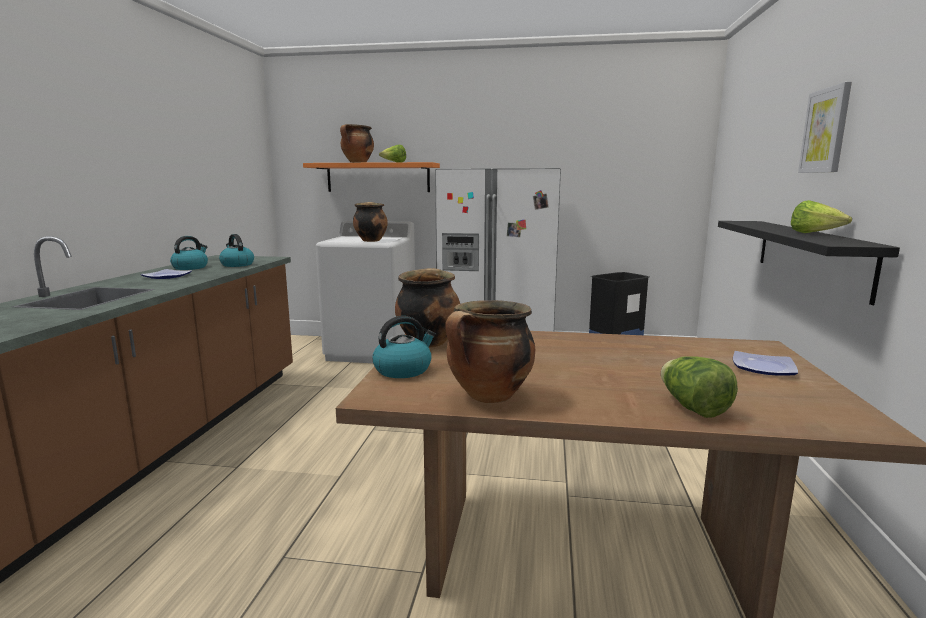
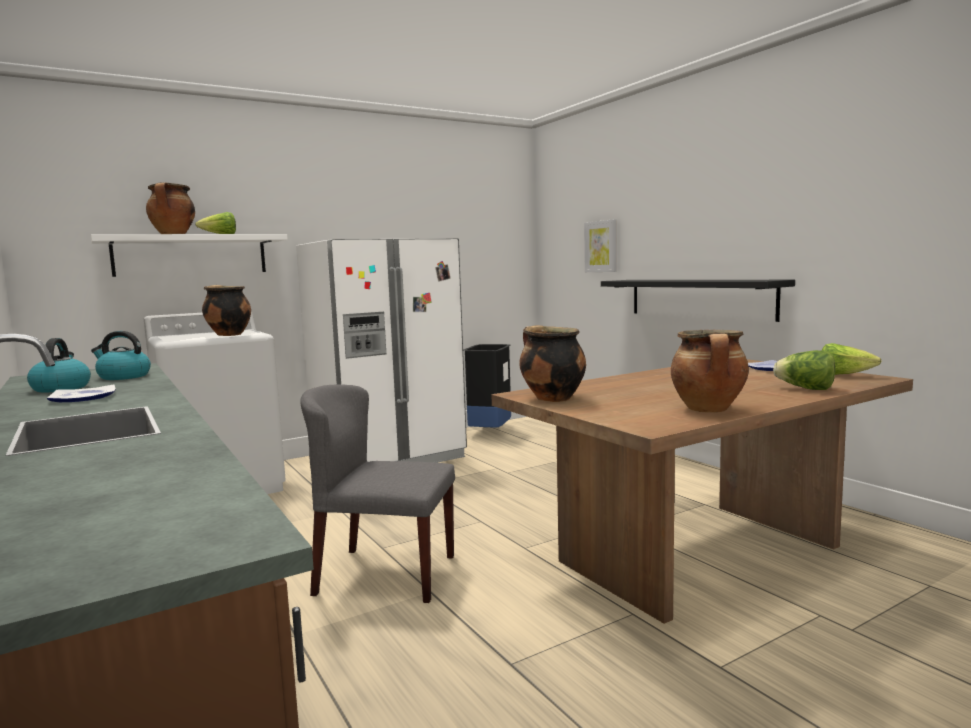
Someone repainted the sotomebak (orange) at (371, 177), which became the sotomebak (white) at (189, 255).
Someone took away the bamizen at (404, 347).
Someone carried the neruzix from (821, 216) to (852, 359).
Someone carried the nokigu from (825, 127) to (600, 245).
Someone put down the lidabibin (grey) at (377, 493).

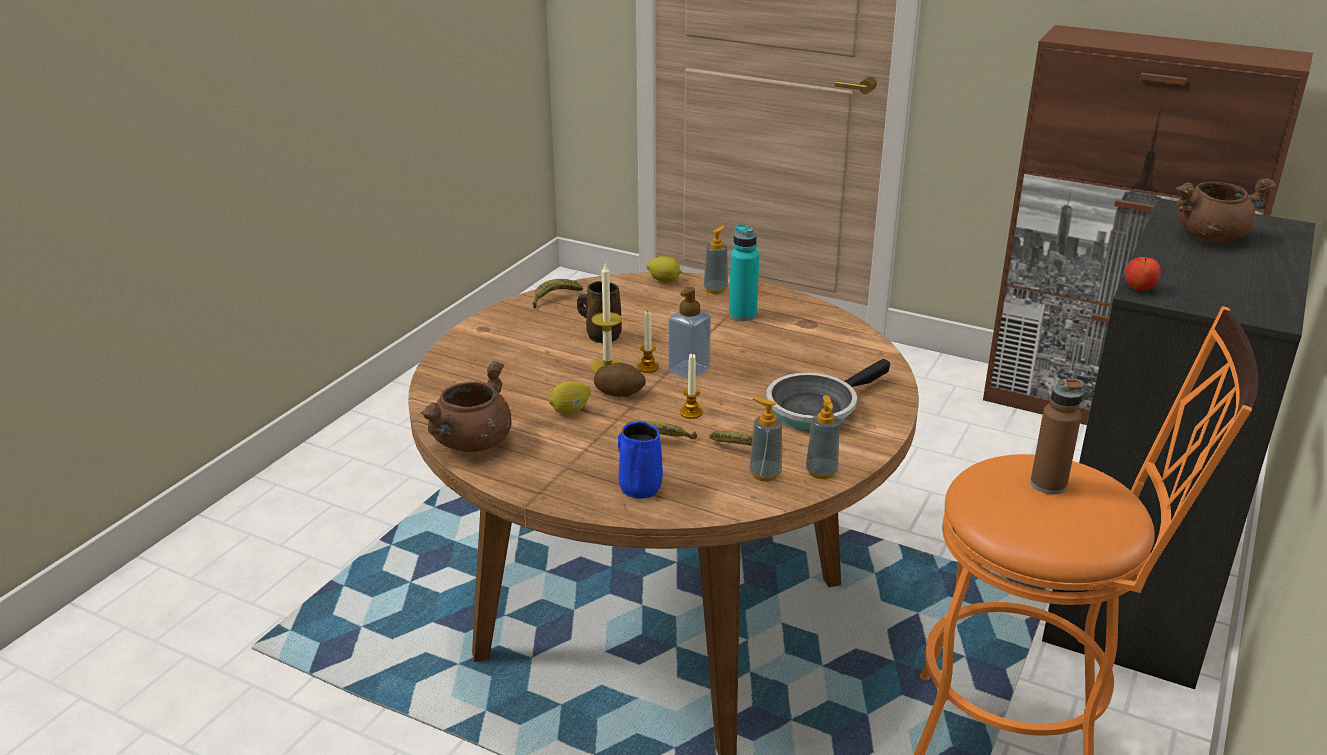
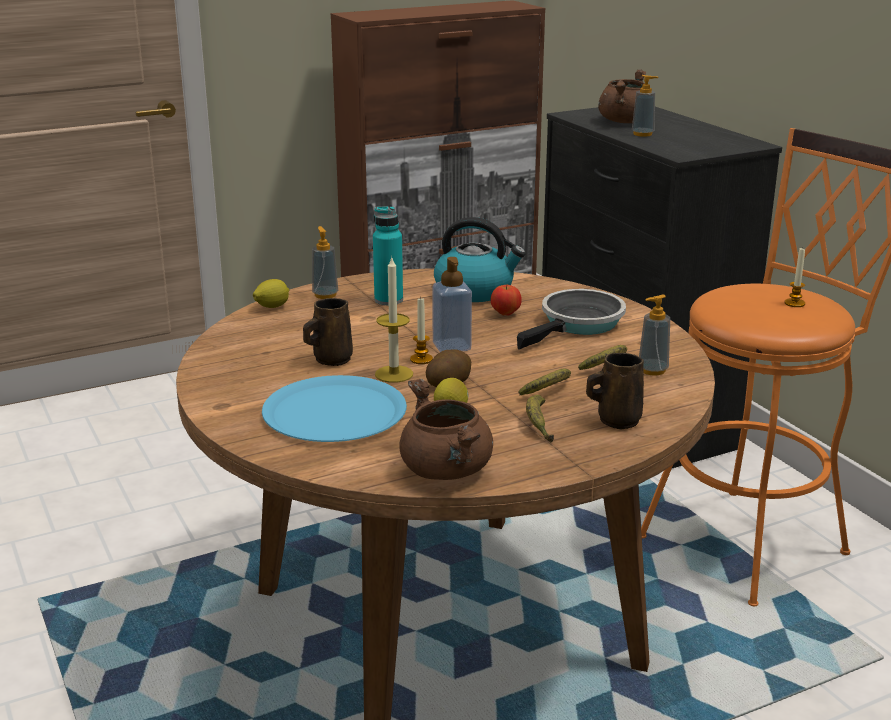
Someone carried the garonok from (558, 294) to (540, 419).
Someone repainted the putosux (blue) at (640, 459), which became the putosux (brown) at (615, 391).
Someone carried the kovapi from (691, 386) to (794, 277).
Someone rotated the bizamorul at (828, 394) by 135 degrees counterclockwise.
Someone carried the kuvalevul from (823, 437) to (645, 106).
Someone took away the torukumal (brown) at (1057, 436).
Someone carried the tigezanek from (1143, 274) to (506, 300).
Someone put down the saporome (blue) at (334, 408).
Someone put down the bamizen at (480, 259).

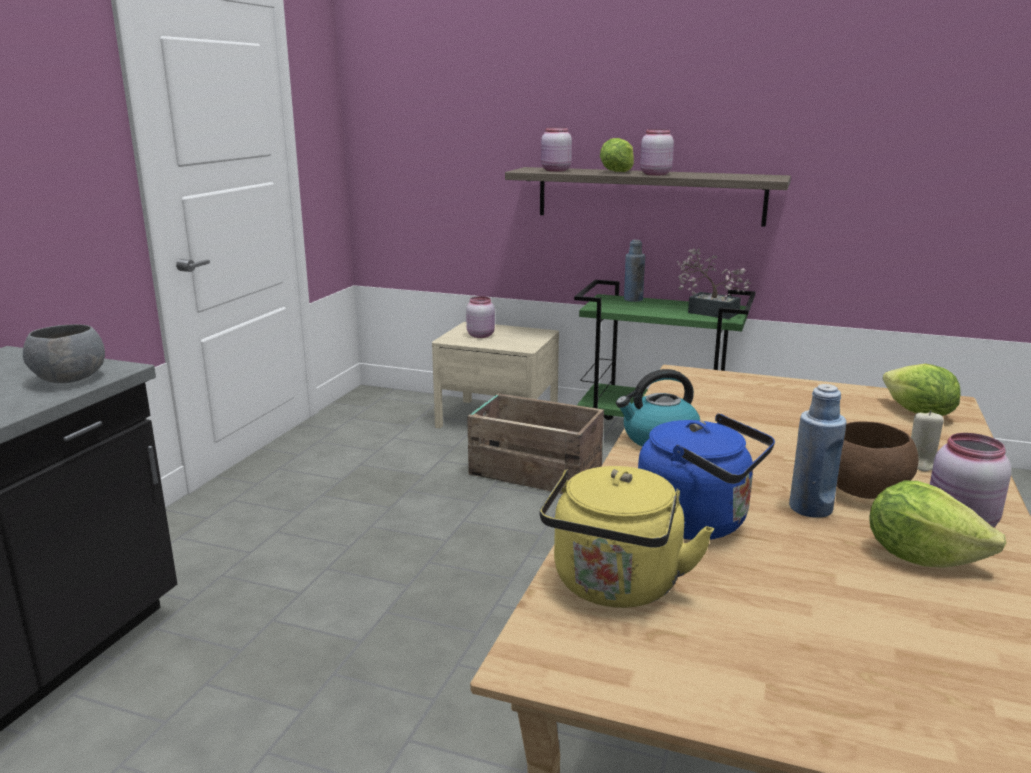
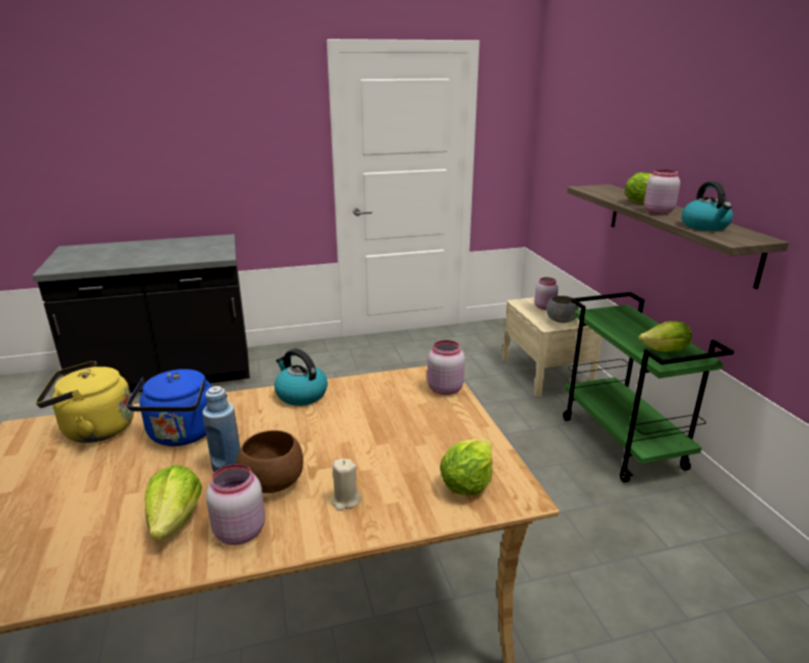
Someone carried the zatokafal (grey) from (64, 353) to (563, 309).
Someone took away the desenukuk at (535, 443).
Someone carried the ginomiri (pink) from (556, 149) to (446, 367).
Someone took away the torukumal (blue) at (634, 271).
Someone swapped the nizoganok at (714, 284) for the neruzix at (665, 336).
Someone put down the bamizen at (707, 206).

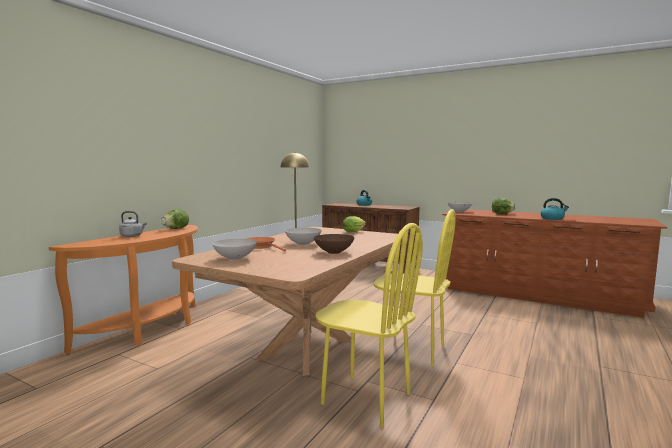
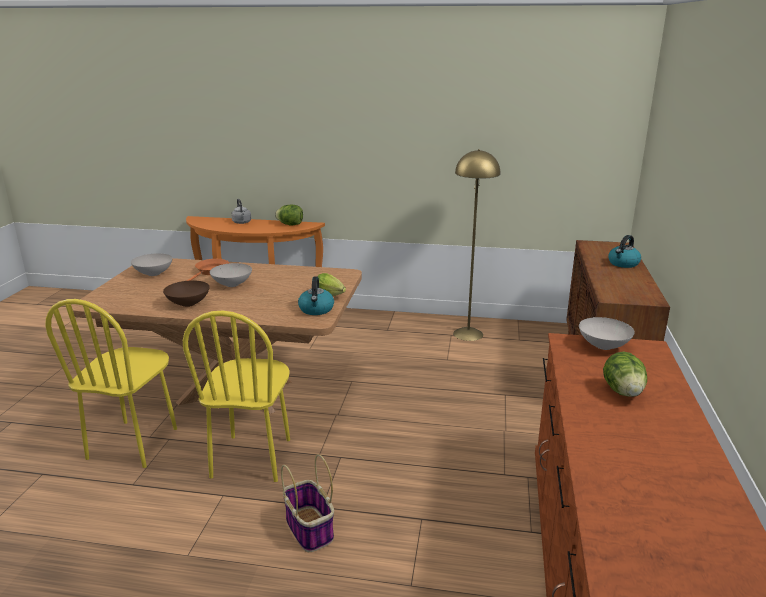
Someone carried the bamizen from (555, 209) to (316, 295).
Someone put down the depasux at (307, 503).

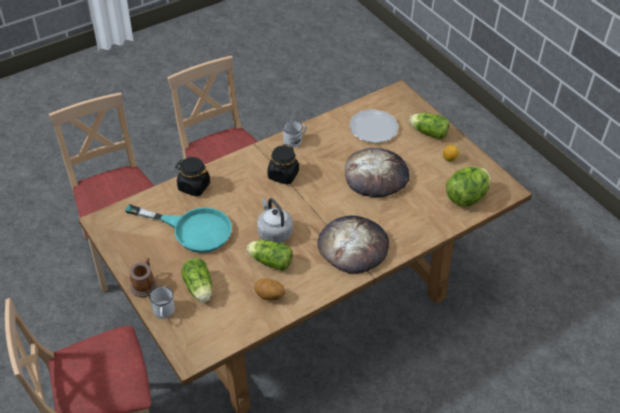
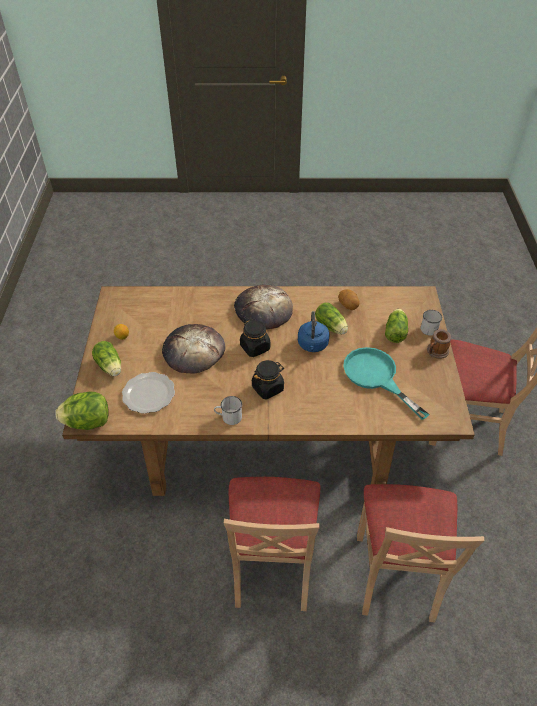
Someone carried the ginomiri (black) from (192, 177) to (255, 338).
Someone repainted the bamizen (grey) at (275, 220), which became the bamizen (blue) at (314, 331).
Someone carried the neruzix from (468, 186) to (82, 411).

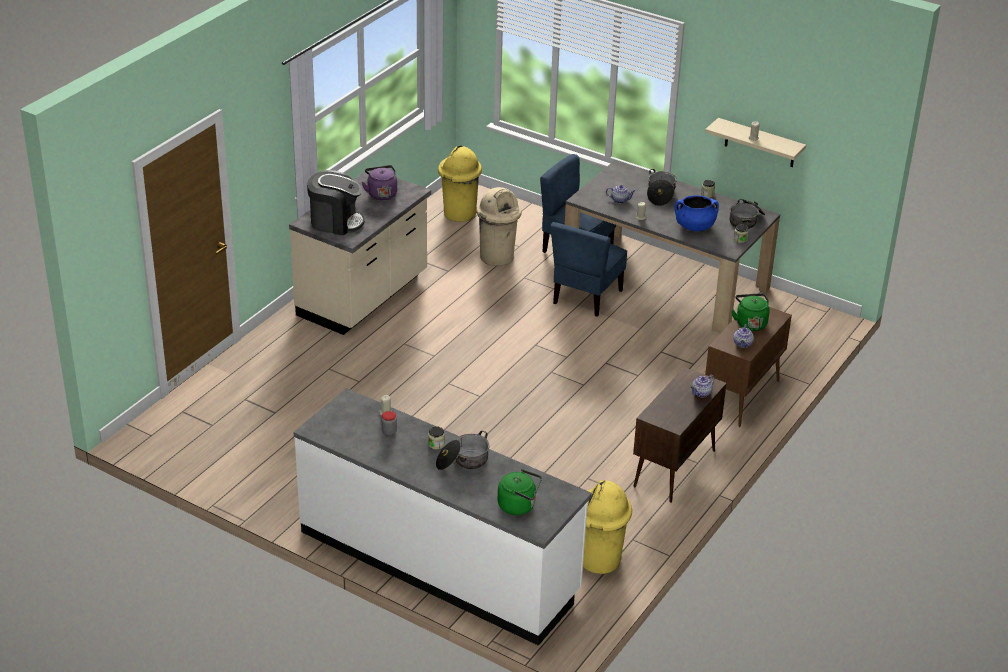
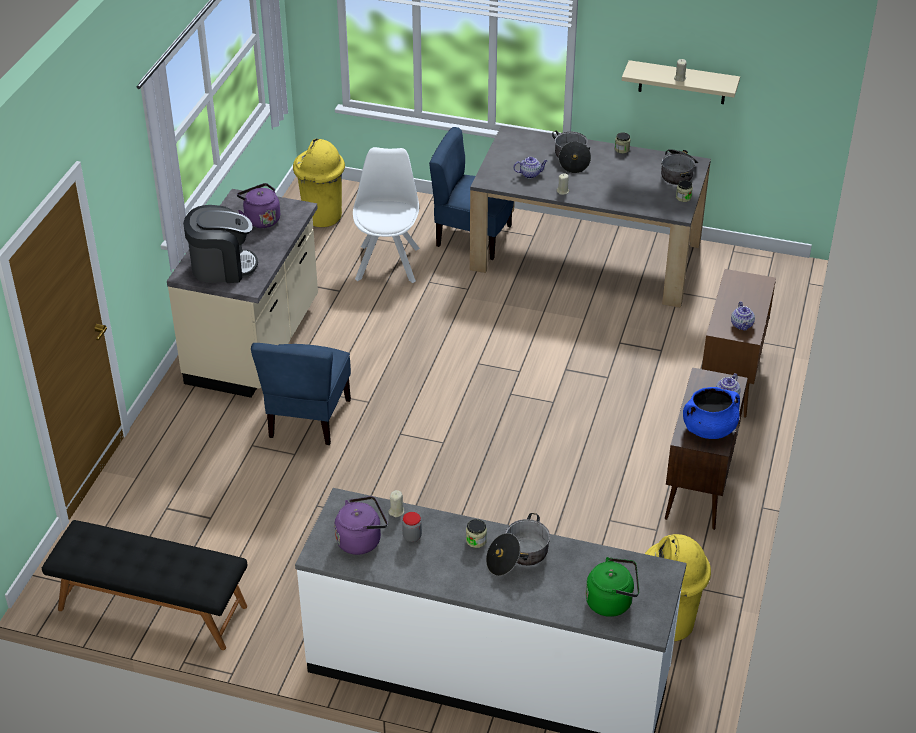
Someone swapped the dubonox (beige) at (499, 226) for the lidabibin (white) at (386, 215).
Someone carried the lidabibin (blue) from (588, 269) to (301, 394).
Someone carried the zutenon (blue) from (696, 213) to (711, 413).
Someone took away the bamizen (green) at (751, 312).
Someone put down the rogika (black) at (144, 585).
Someone put down the bamizen (purple) at (360, 525).

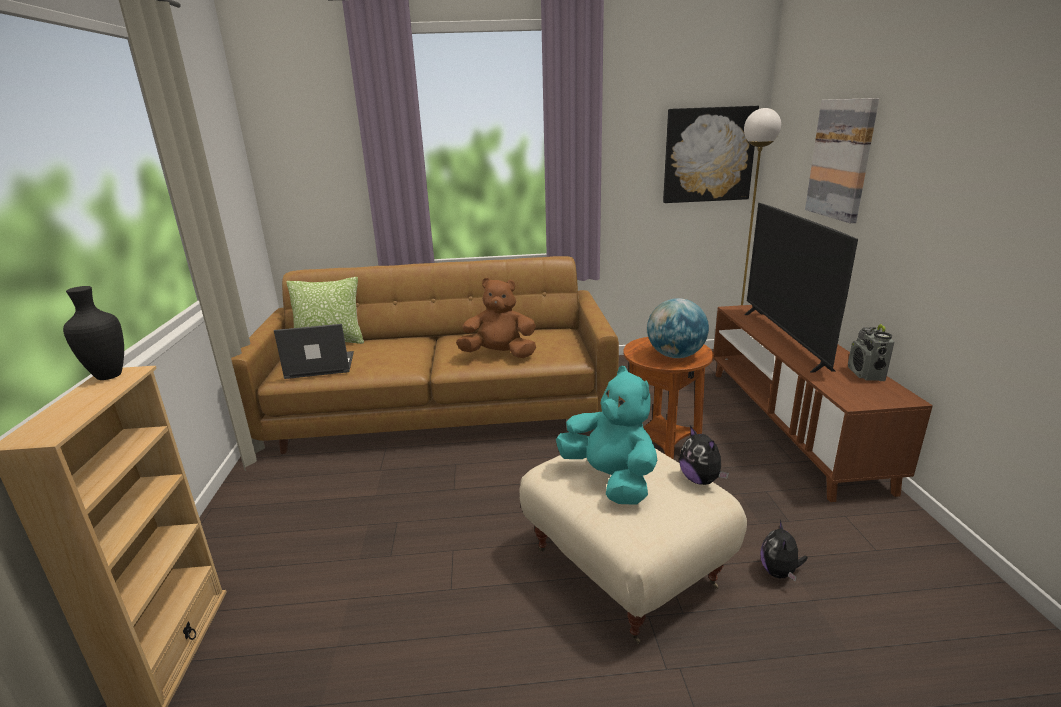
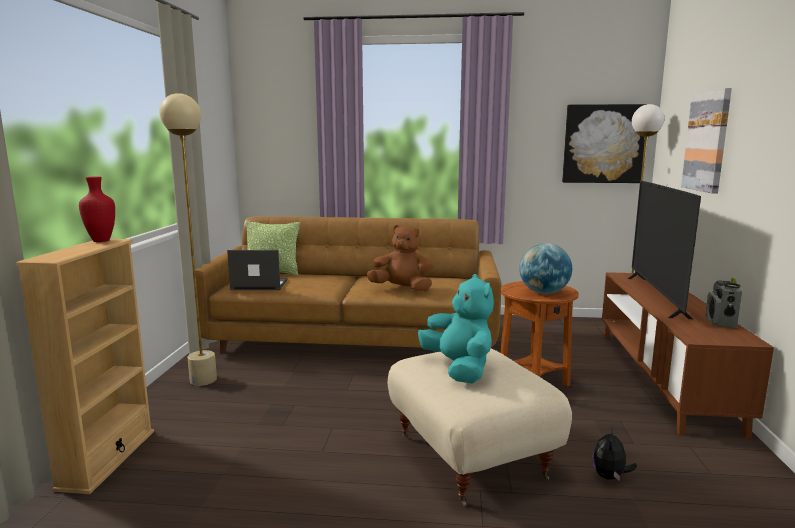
Someone repainted the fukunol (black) at (93, 333), which became the fukunol (red) at (97, 209).
Someone took away the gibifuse at (704, 455).
Someone put down the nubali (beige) at (188, 239).

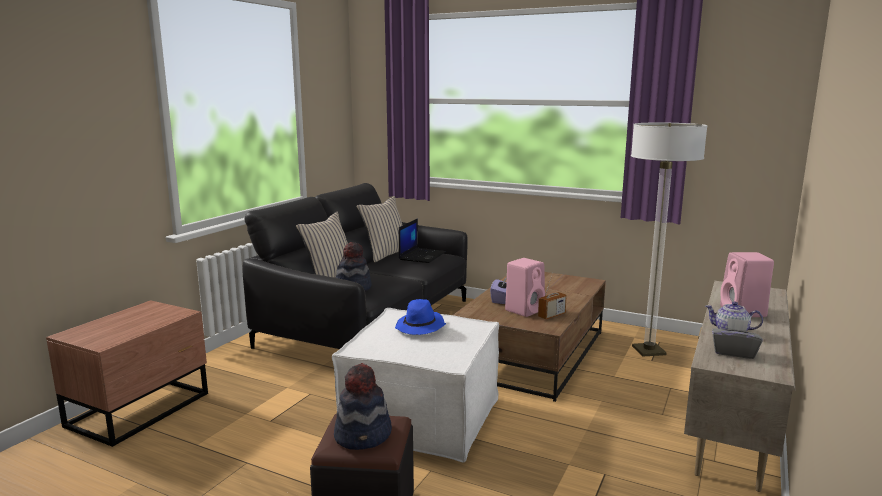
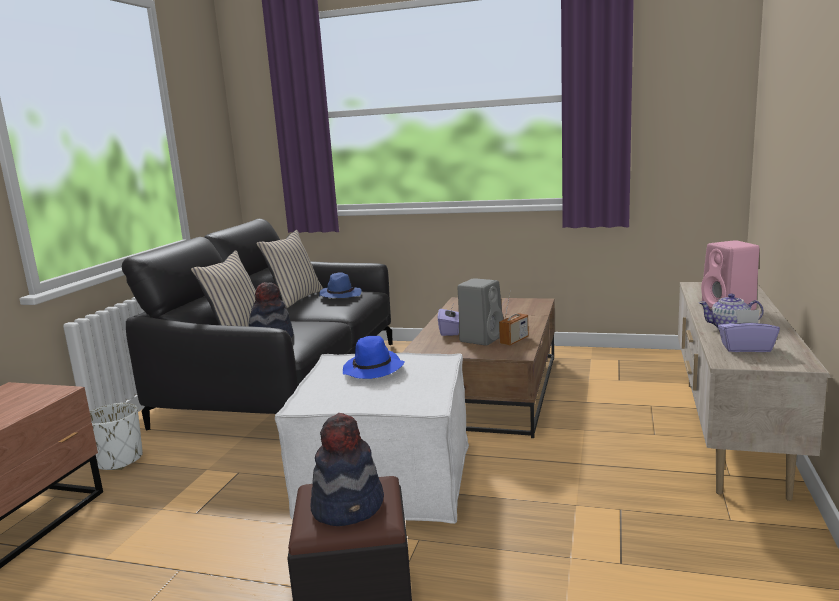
Someone swapped the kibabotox at (422, 240) for the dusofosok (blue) at (340, 285).
Someone repainted the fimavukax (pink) at (525, 287), which became the fimavukax (grey) at (480, 312).
Someone took away the nubali at (669, 239).
Someone repainted the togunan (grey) at (737, 338), which became the togunan (purple) at (749, 331).
Someone put down the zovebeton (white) at (116, 436).

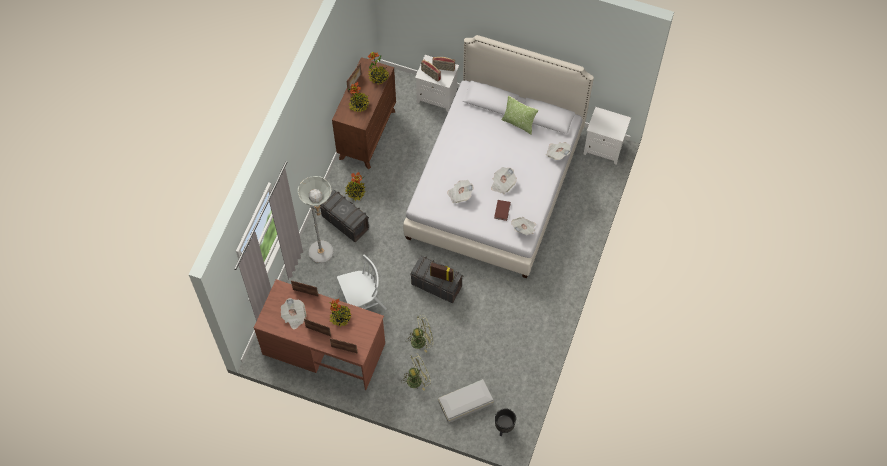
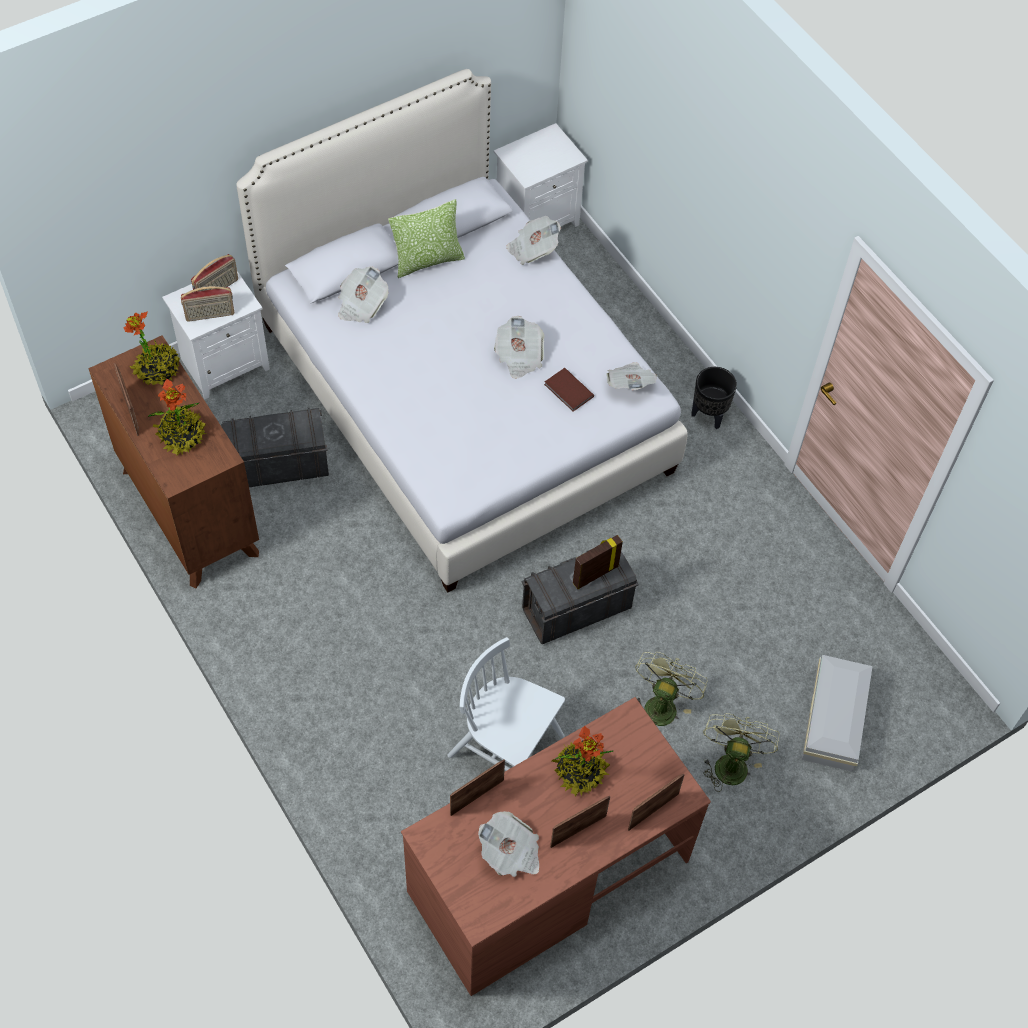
Someone took away the nubali (grey) at (315, 219).
Someone carried the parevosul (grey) from (344, 216) to (275, 447).
Someone rotated the lidabibin (white) at (362, 282) by 75 degrees counterclockwise.
Someone took away the nizoganok at (355, 186).
Someone carried the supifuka from (460, 191) to (363, 295).
Someone carried the zovebeton (black) from (505, 422) to (714, 398).

